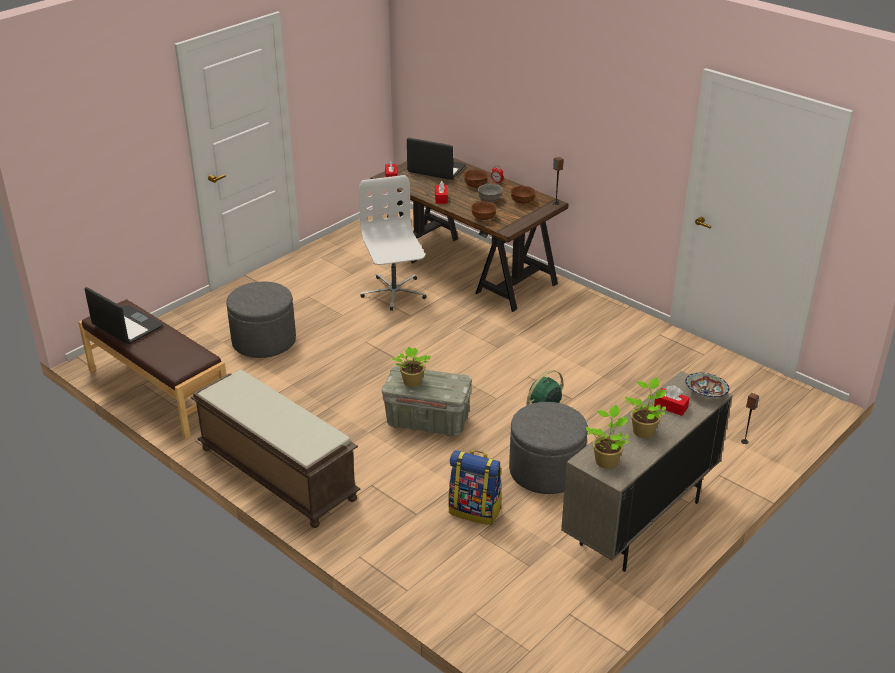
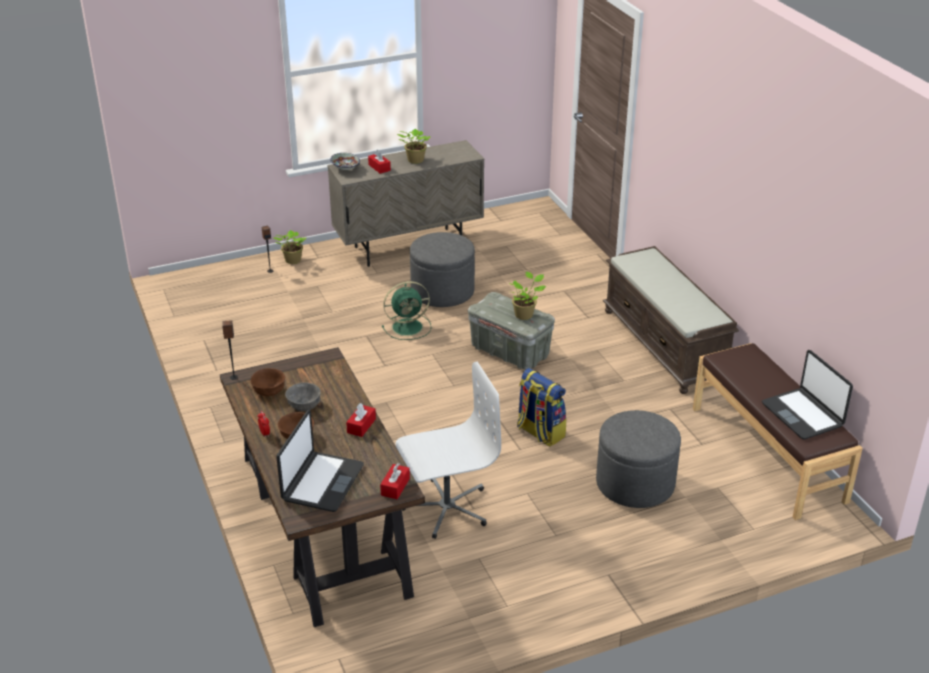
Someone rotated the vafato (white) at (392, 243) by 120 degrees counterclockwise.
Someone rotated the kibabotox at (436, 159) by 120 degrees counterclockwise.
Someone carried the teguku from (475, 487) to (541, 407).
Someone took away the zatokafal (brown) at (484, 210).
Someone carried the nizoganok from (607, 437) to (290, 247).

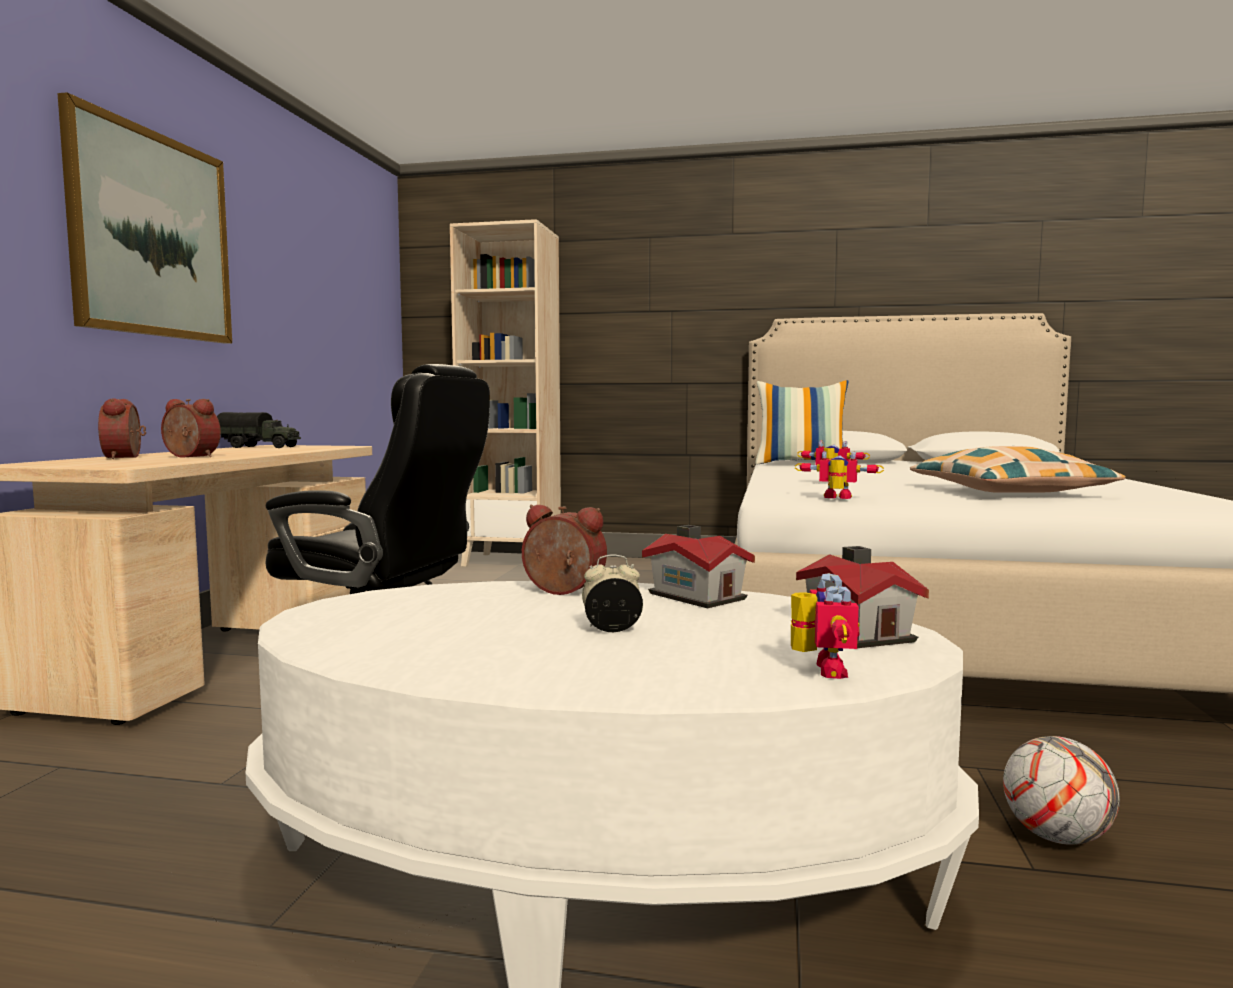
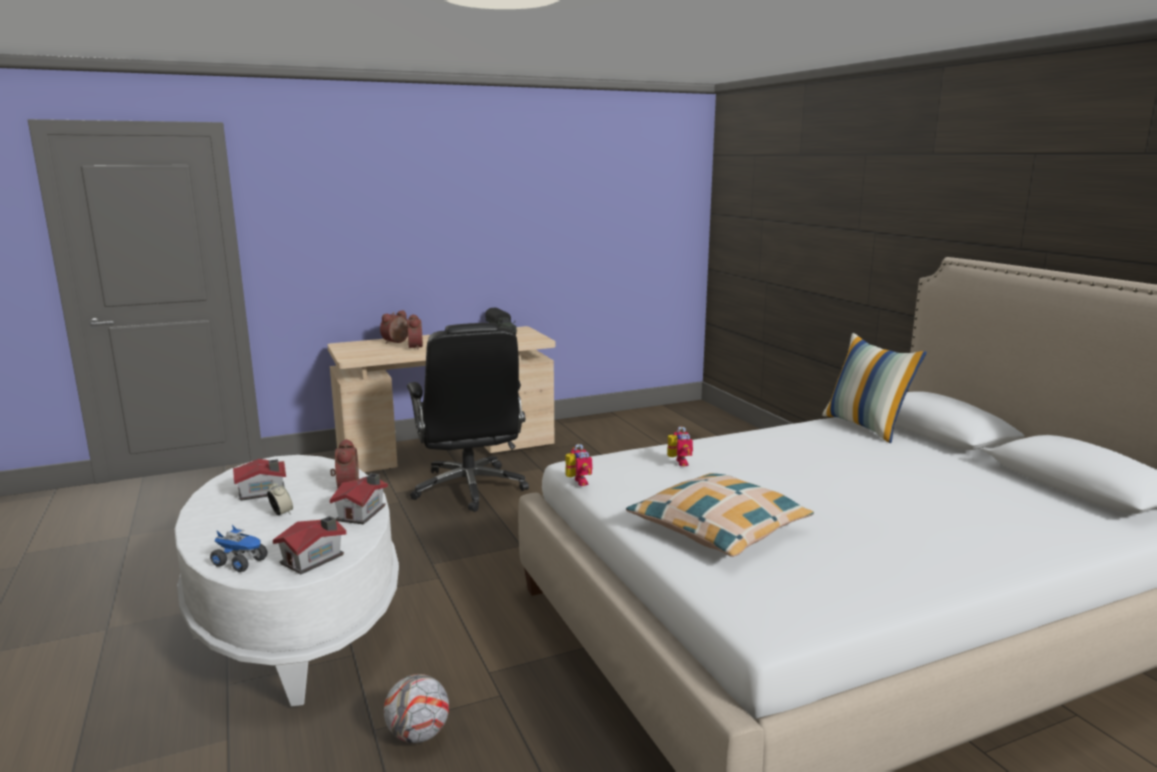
Someone took away the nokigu at (145, 218).
Someone took away the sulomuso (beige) at (505, 393).
Someone swapped the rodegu at (825, 626) for the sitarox at (238, 548).
Someone put down the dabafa at (259, 480).

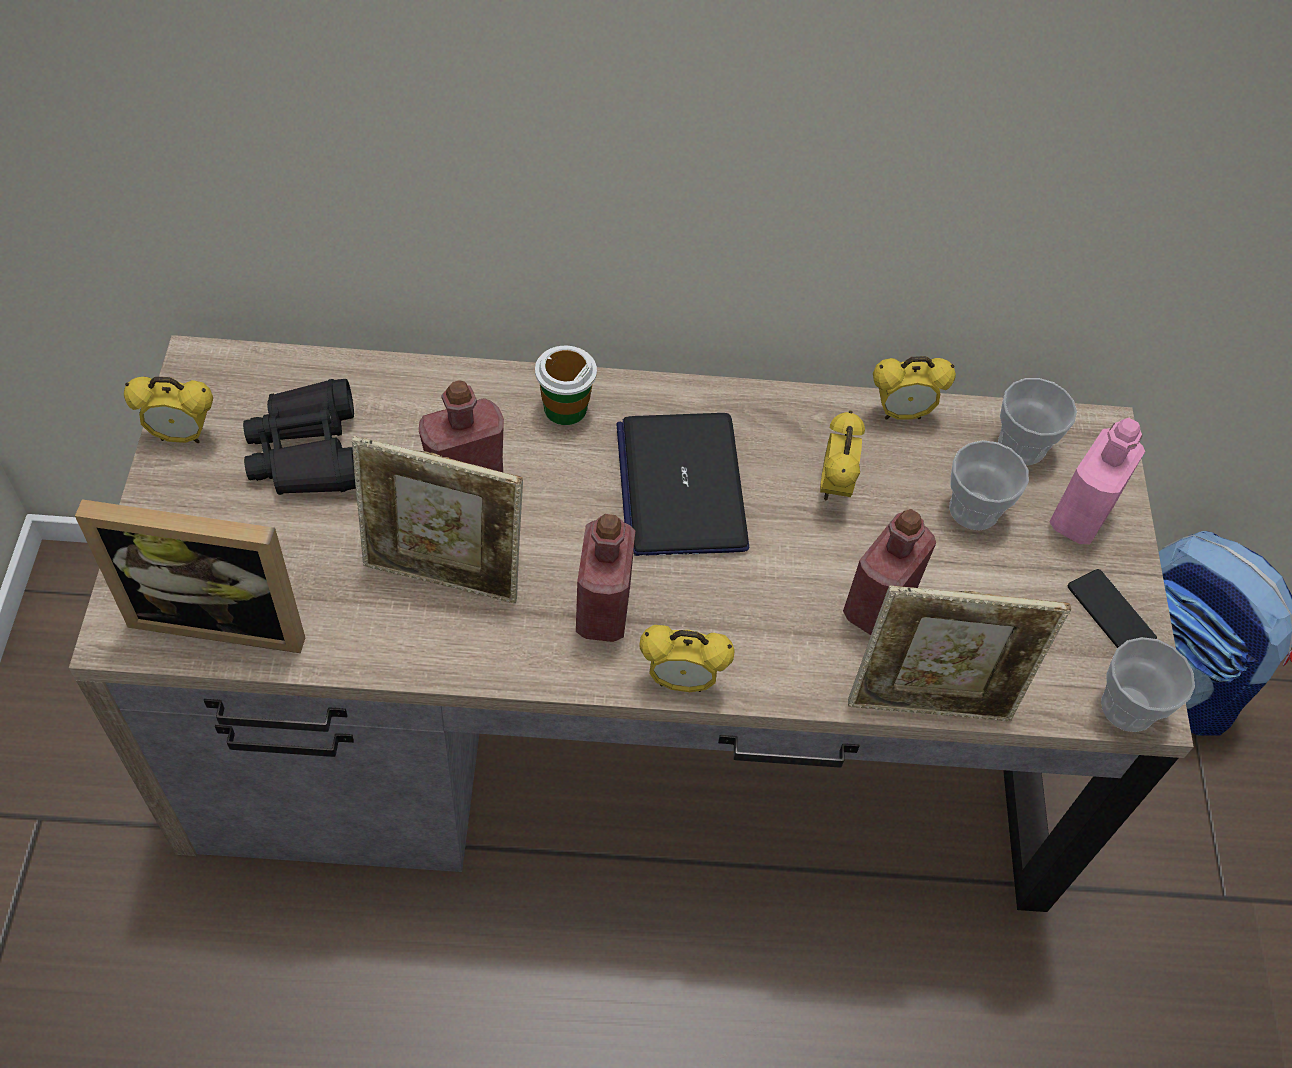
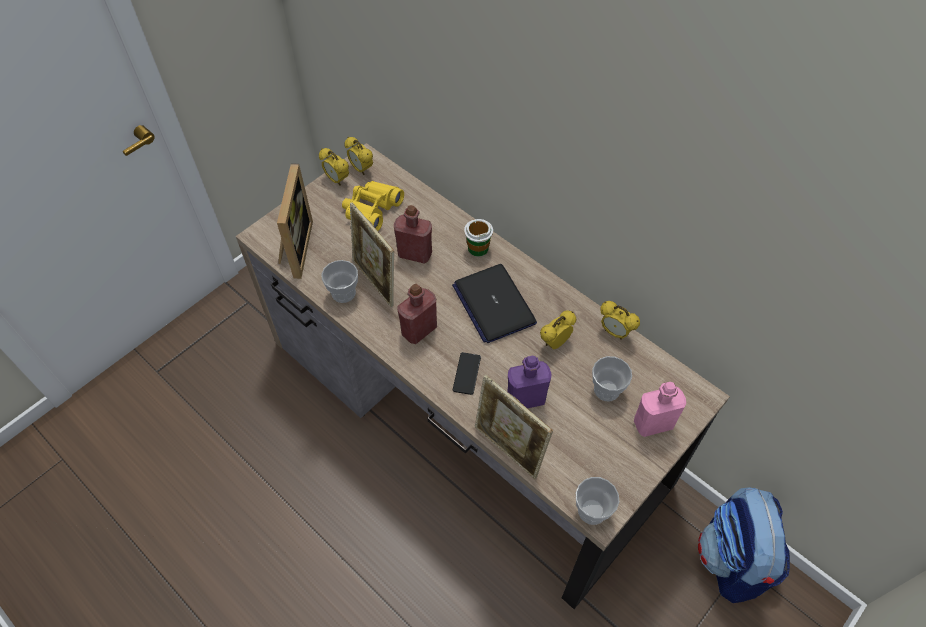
Someone rotated the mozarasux at (190, 576) by 135 degrees counterclockwise.
Someone repainted the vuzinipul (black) at (299, 437), which became the vuzinipul (yellow) at (373, 206).
Someone rotated the kibabotox at (682, 484) by 60 degrees counterclockwise.
Someone carried the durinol from (687, 658) to (358, 156).
Someone repainted the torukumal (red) at (889, 572), which became the torukumal (purple) at (529, 382).
Someone carried the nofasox from (1037, 421) to (339, 281).
Someone carried the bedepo from (1112, 608) to (467, 373).

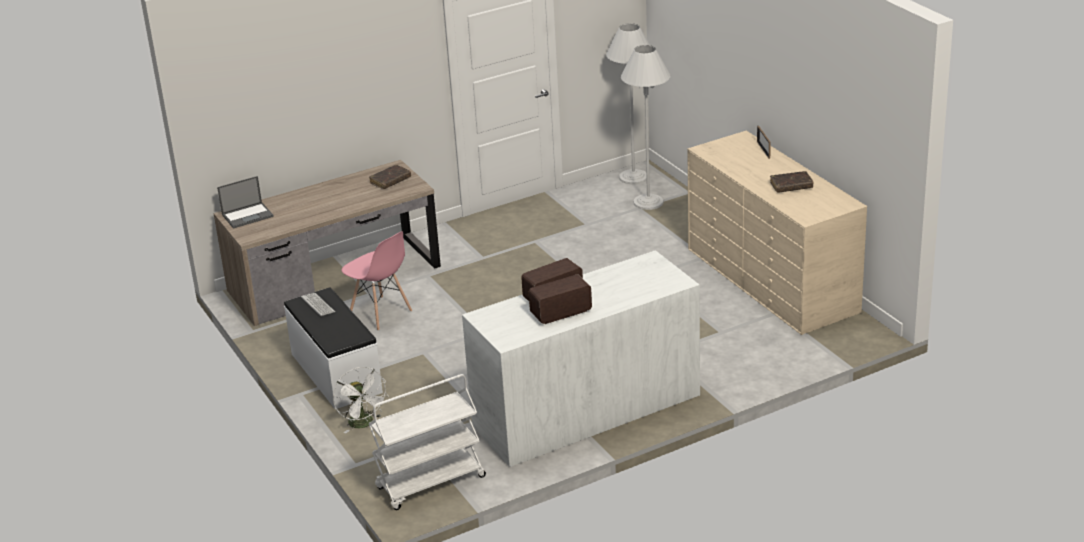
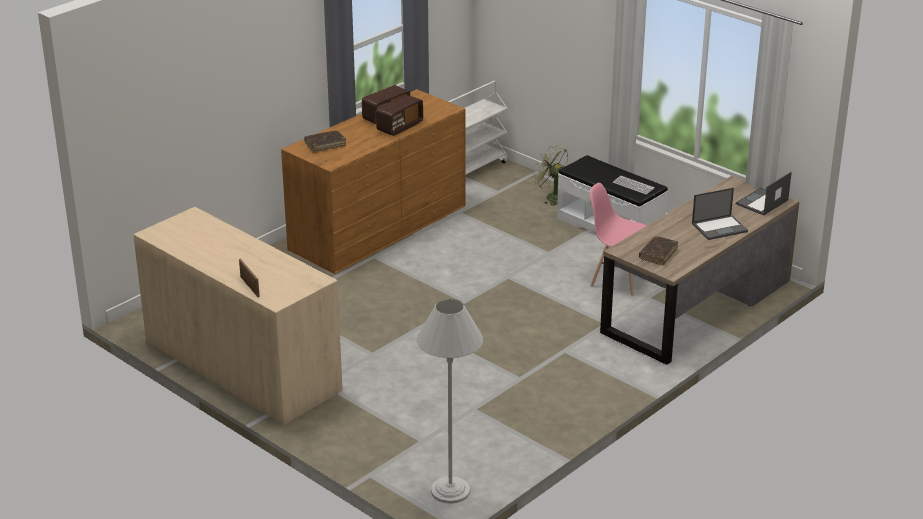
Someone repainted the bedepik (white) at (361, 400), which became the bedepik (green) at (550, 175).
Someone repainted the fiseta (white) at (581, 358), which became the fiseta (brown) at (373, 181).
Someone took away the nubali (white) at (645, 127).
Someone carried the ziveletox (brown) from (791, 182) to (325, 141).
Someone put down the kibabotox at (720, 214).

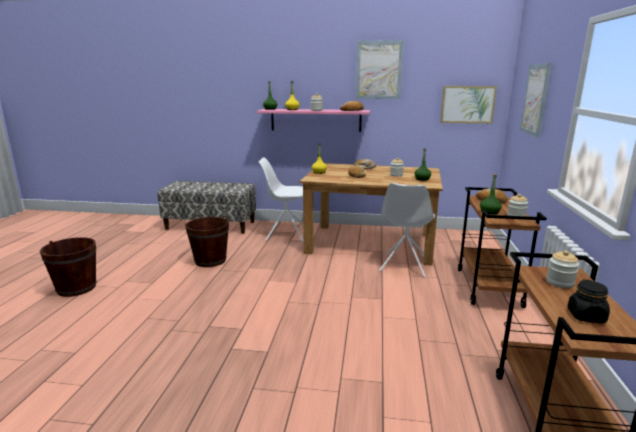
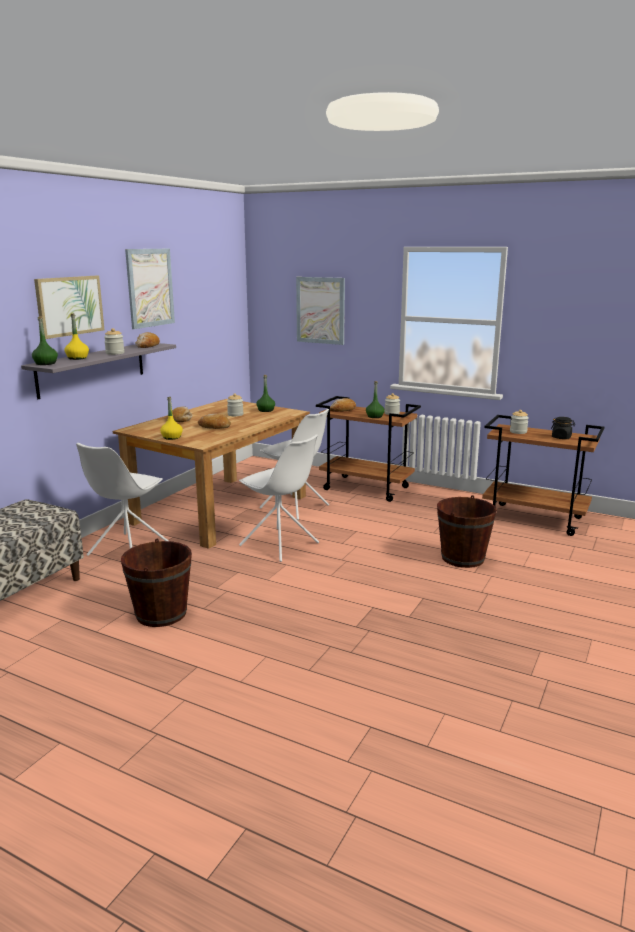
Someone carried the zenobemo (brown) from (68, 267) to (467, 531).
Someone repainted the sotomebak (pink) at (313, 120), which became the sotomebak (grey) at (98, 371).
Someone carried the nokigu from (468, 105) to (69, 307).
Someone put down the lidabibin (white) at (279, 498).

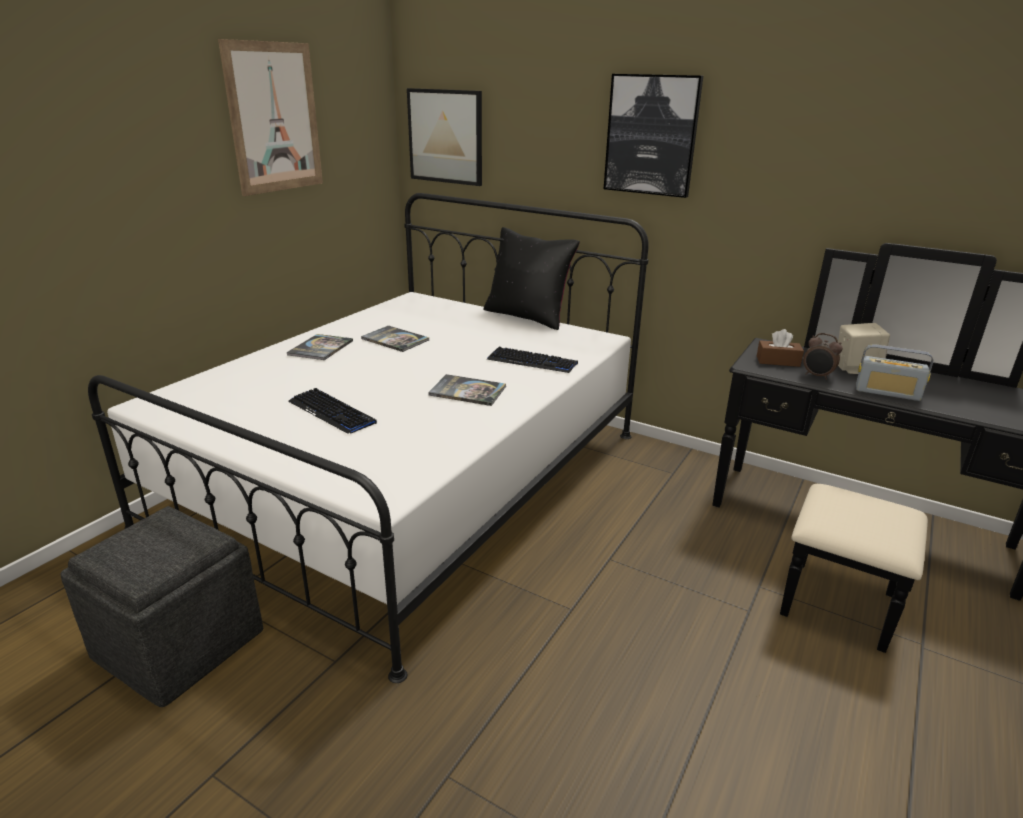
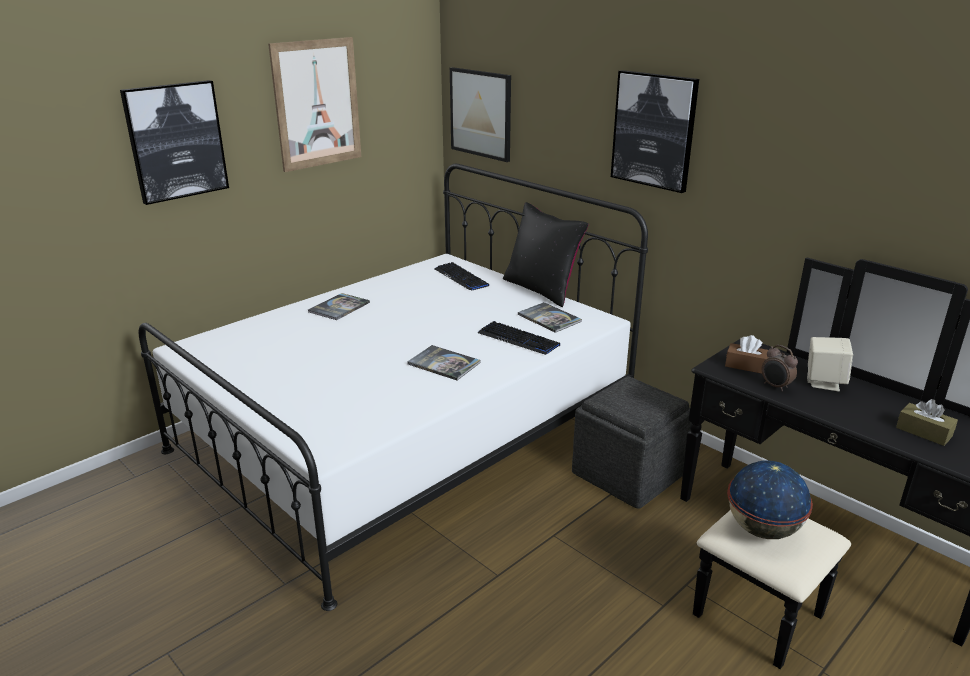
Someone carried the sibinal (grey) from (162, 606) to (631, 442).
Someone carried the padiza from (332, 411) to (461, 276).
Someone carried the ziveletox from (395, 339) to (550, 317).
Someone took away the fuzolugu at (894, 372).
Someone put up the nokigu at (174, 142).
Someone put down the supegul at (770, 500).
Someone put down the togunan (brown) at (927, 422).

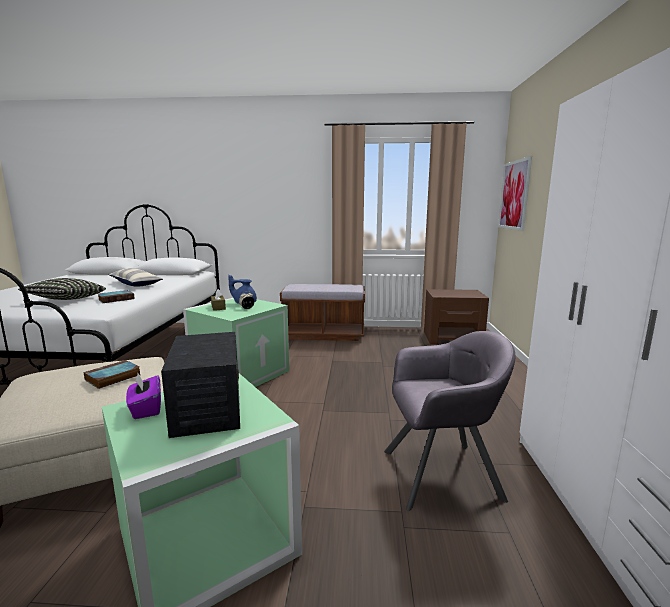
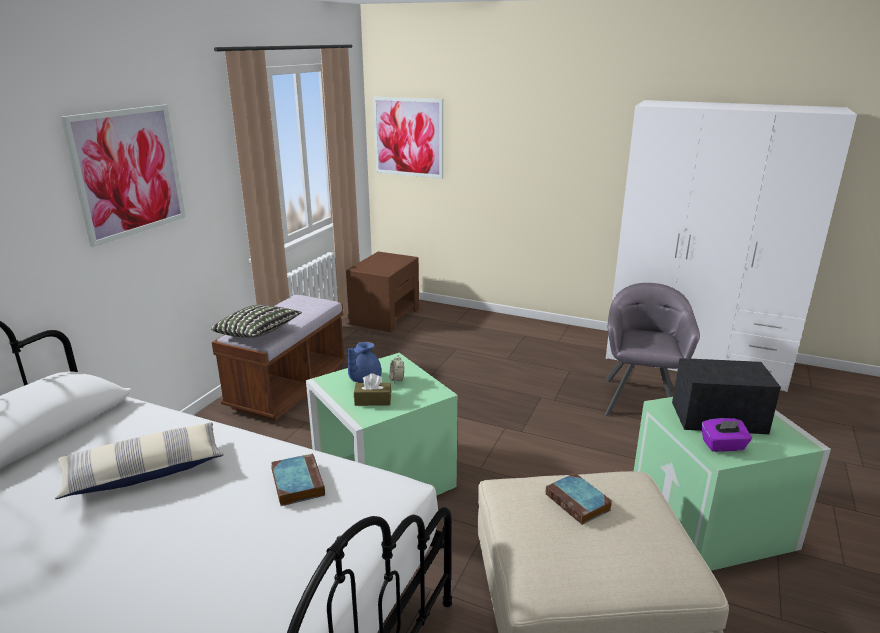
Someone carried the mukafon from (62, 289) to (256, 321).
Someone put up the nokigu at (123, 176).

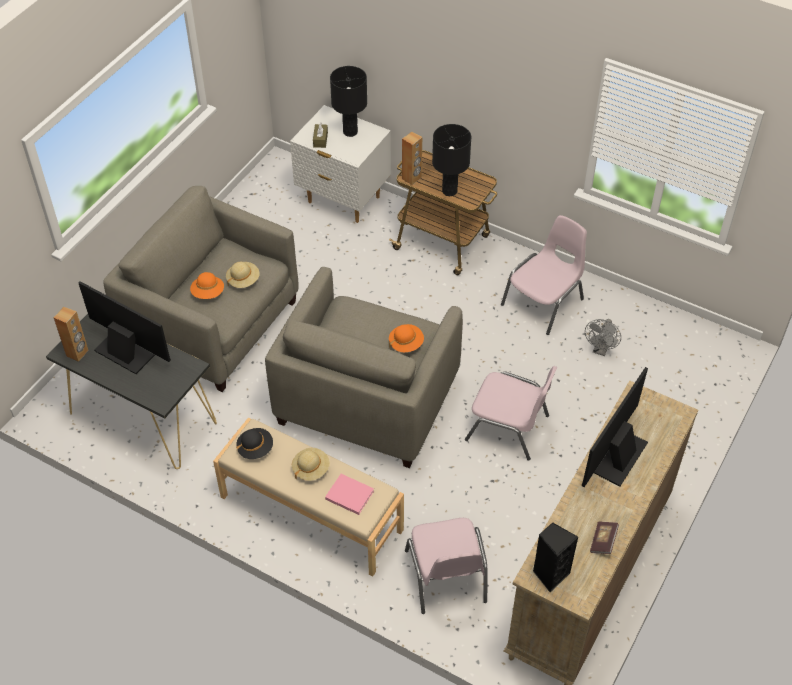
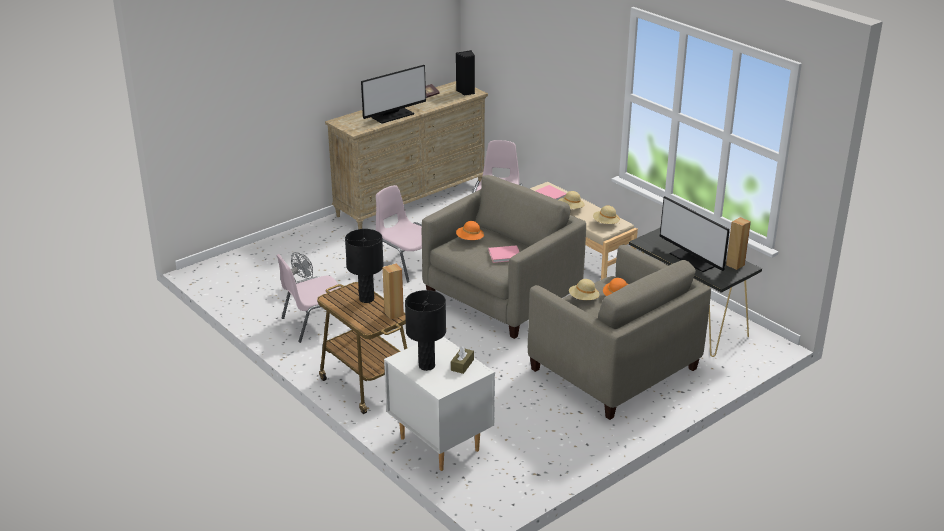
Someone repainted the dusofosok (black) at (254, 443), which became the dusofosok (beige) at (606, 215).
Someone put down the ziveletox (pink) at (504, 254).

